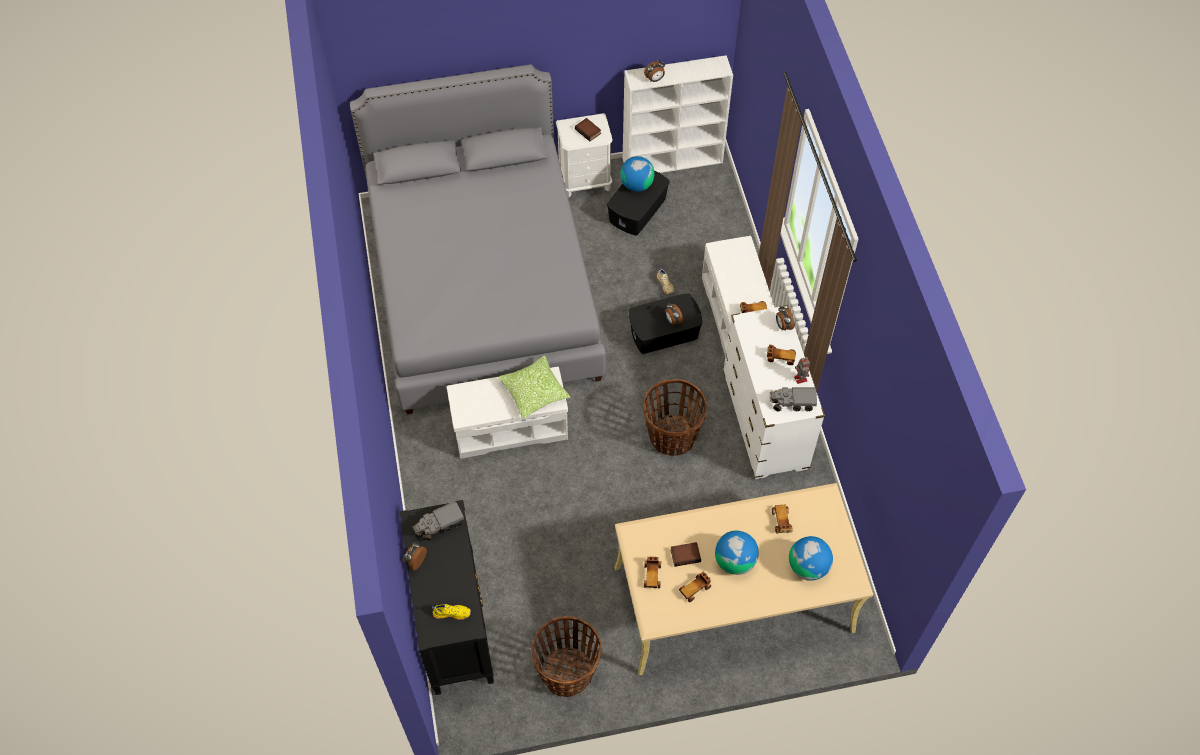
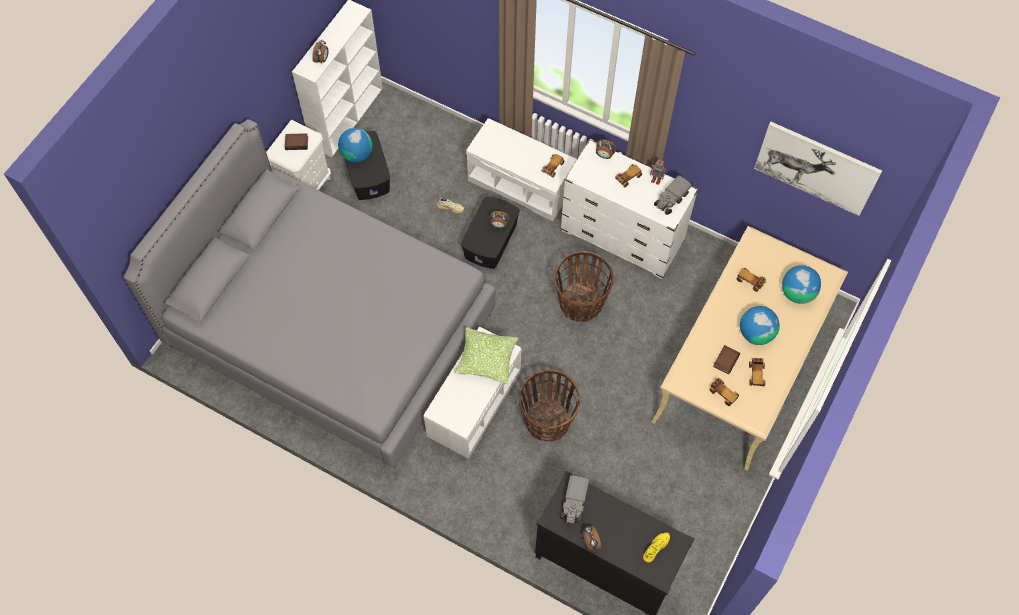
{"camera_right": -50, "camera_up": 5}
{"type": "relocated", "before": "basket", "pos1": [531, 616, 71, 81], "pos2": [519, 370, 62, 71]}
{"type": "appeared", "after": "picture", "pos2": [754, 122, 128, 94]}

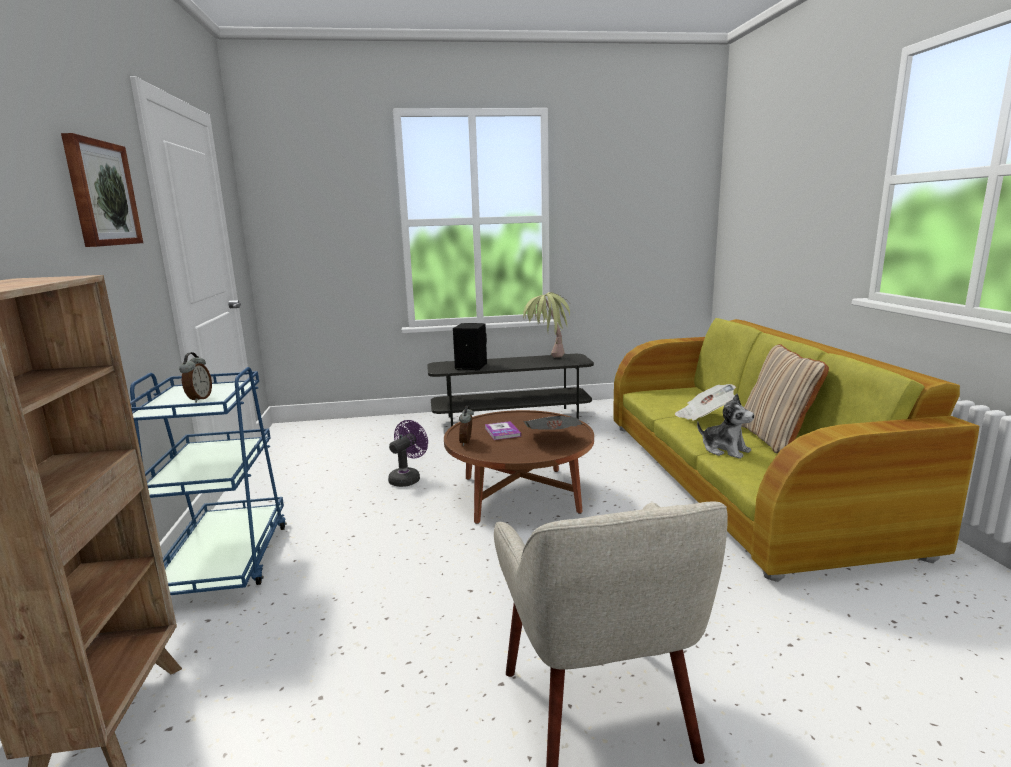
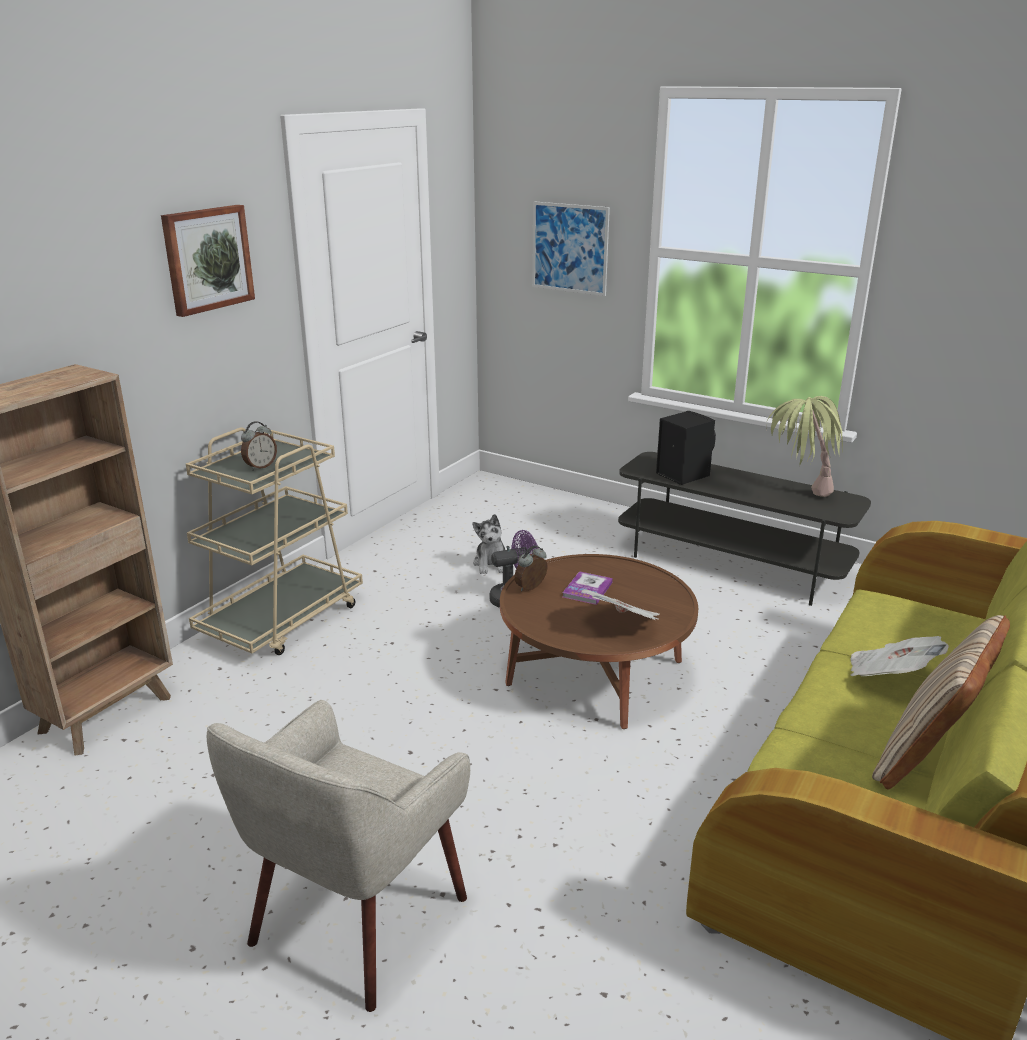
{"camera_right": 40, "camera_up": 10}
{"type": "colour", "before": "blue-coloured wheeled cart", "after": "beige wheeled cart", "pos1": [130, 367, 157, 228], "pos2": [186, 427, 177, 228]}
{"type": "relocated", "before": "cuddly toy", "pos1": [697, 394, 58, 65], "pos2": [472, 514, 33, 60]}
{"type": "appeared", "after": "picture", "pos2": [532, 201, 78, 95]}

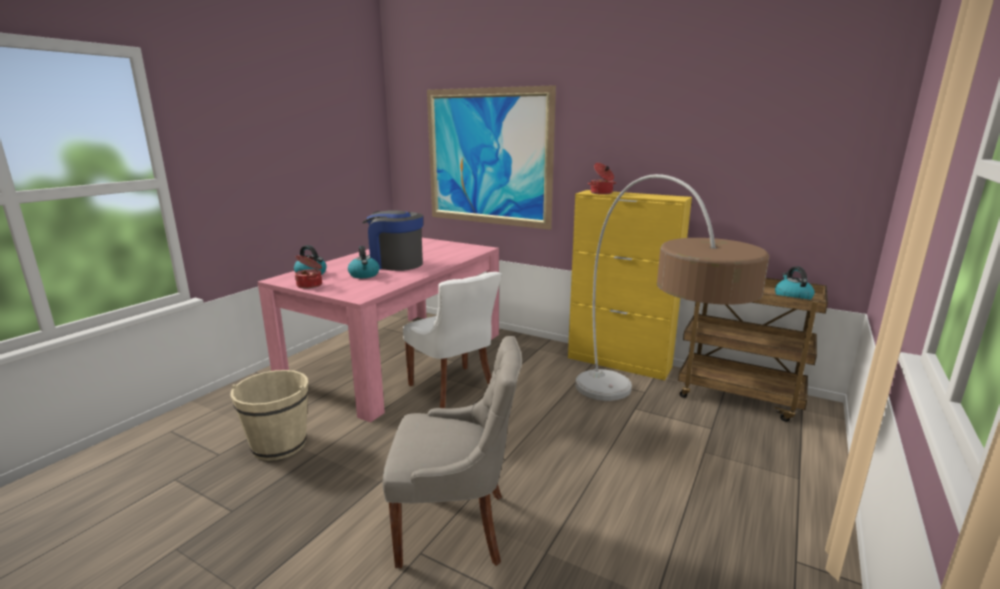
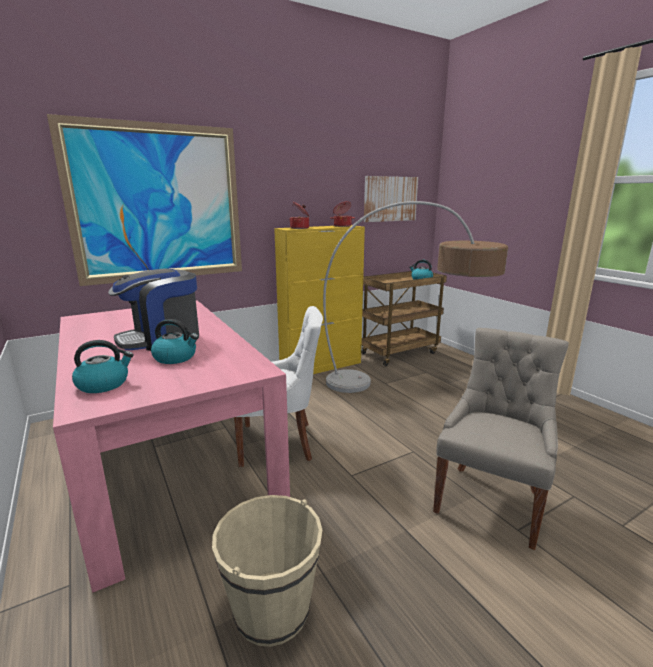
{"camera_right": -60, "camera_up": 0}
{"type": "relocated", "before": "cooking pot", "pos1": [295, 255, 27, 34], "pos2": [330, 201, 25, 26]}
{"type": "appeared", "after": "picture", "pos2": [364, 176, 54, 46]}

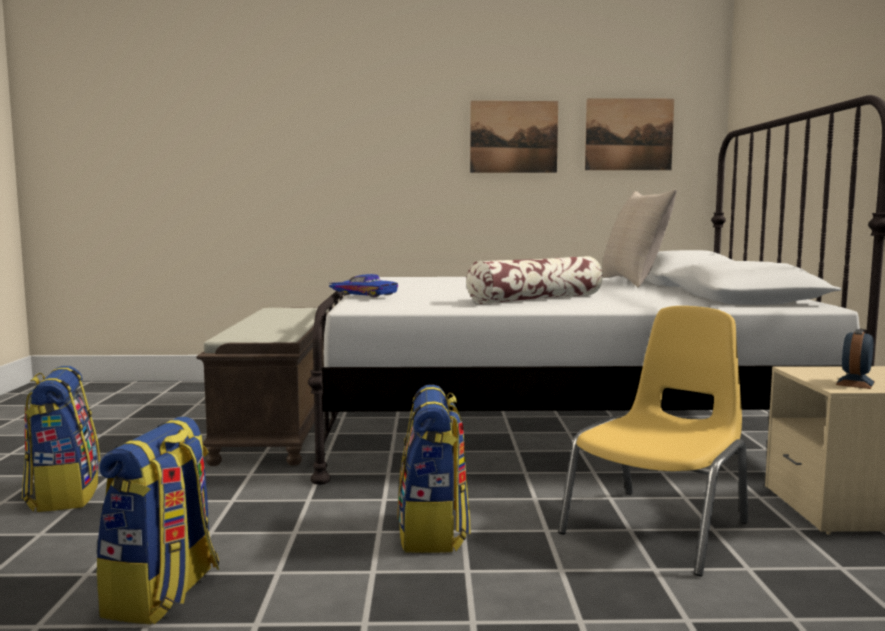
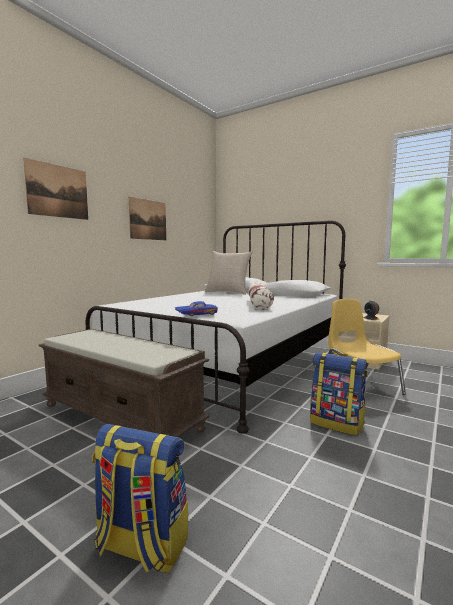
{"camera_right": -55, "camera_up": 0}
{"type": "relocated", "before": "picture", "pos1": [585, 98, 89, 72], "pos2": [23, 158, 65, 62]}
{"type": "missing", "before": "backpack", "pos1": [96, 417, 123, 207]}

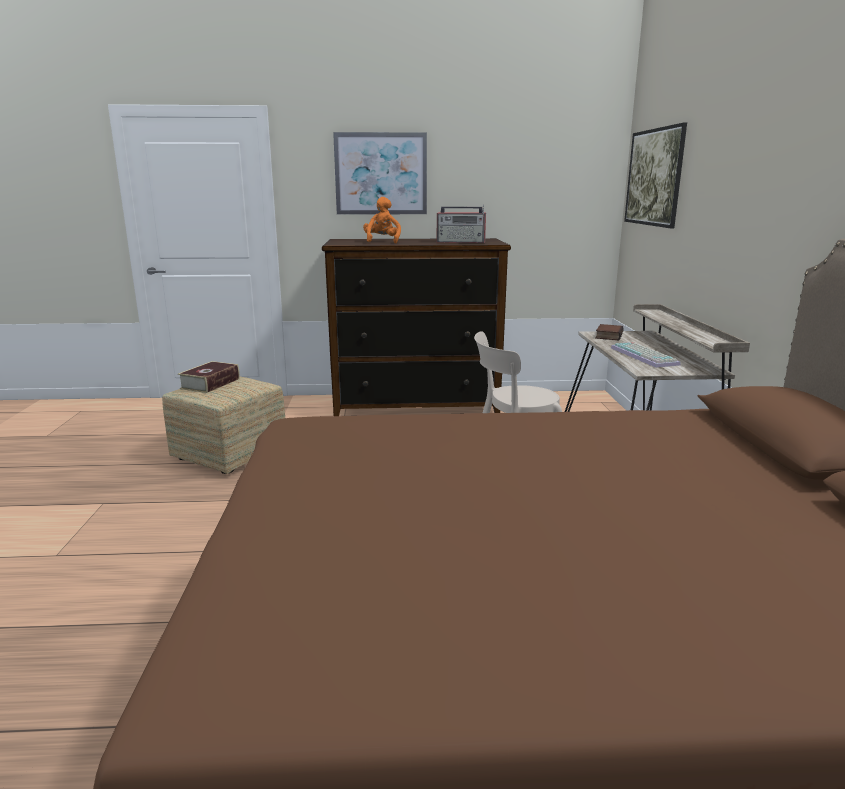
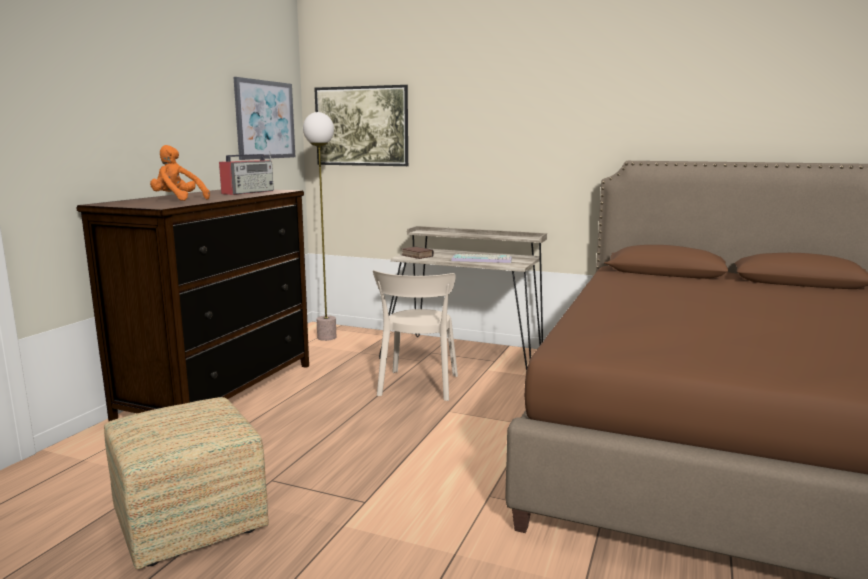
{"camera_right": -65, "camera_up": -5}
{"type": "relocated", "before": "picture", "pos1": [333, 132, 94, 83], "pos2": [233, 77, 62, 83]}
{"type": "appeared", "after": "standing lamp", "pos2": [303, 112, 33, 229]}
{"type": "missing", "before": "book", "pos1": [178, 361, 62, 32]}

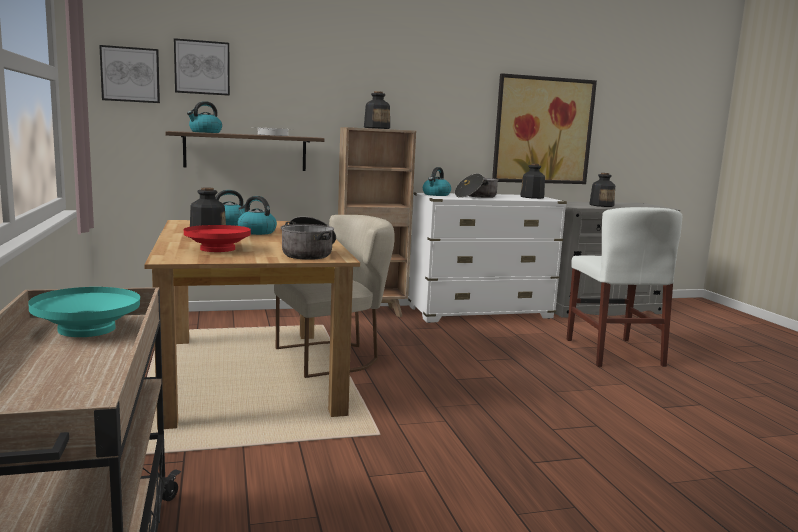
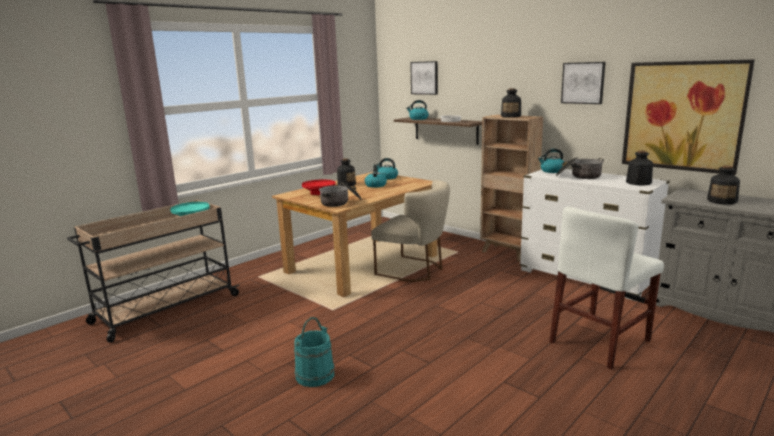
{"camera_right": 60, "camera_up": 5}
{"type": "appeared", "after": "turquoise-coloured water bucket", "pos2": [294, 317, 40, 70]}
{"type": "relocated", "before": "picture", "pos1": [99, 45, 61, 58], "pos2": [561, 62, 45, 42]}

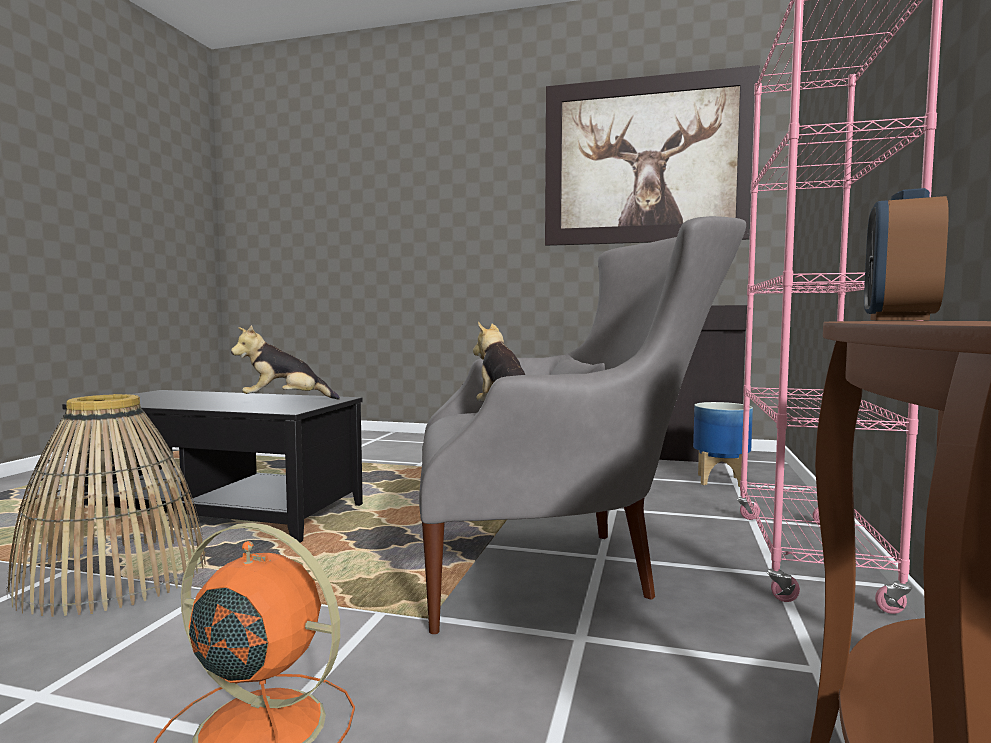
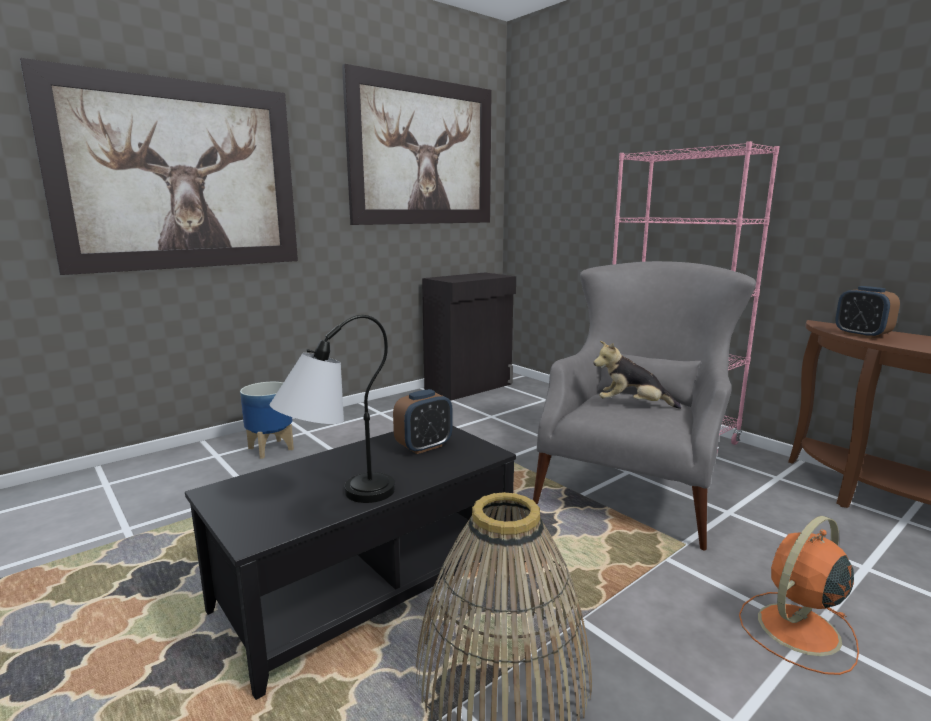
{"camera_right": -55, "camera_up": 10}
{"type": "appeared", "after": "picture", "pos2": [20, 58, 278, 217]}
{"type": "relocated", "before": "plant pot", "pos1": [693, 402, 60, 85], "pos2": [240, 382, 54, 77]}
{"type": "appeared", "after": "lamp for a table", "pos2": [270, 315, 125, 188]}
{"type": "exchanged", "before": "cuddly toy", "after": "bedside clock", "pos1": [231, 325, 109, 75], "pos2": [393, 389, 60, 65]}

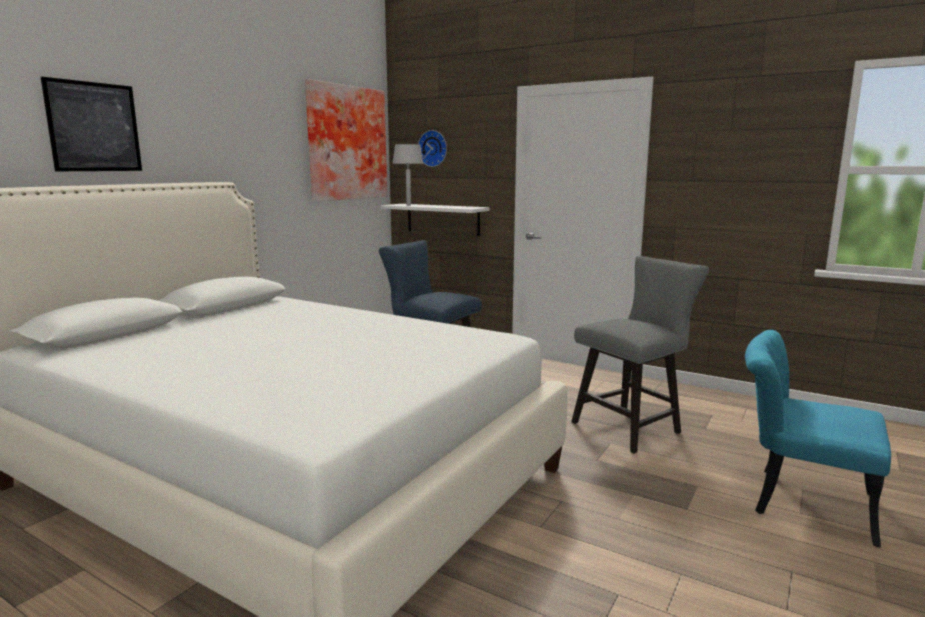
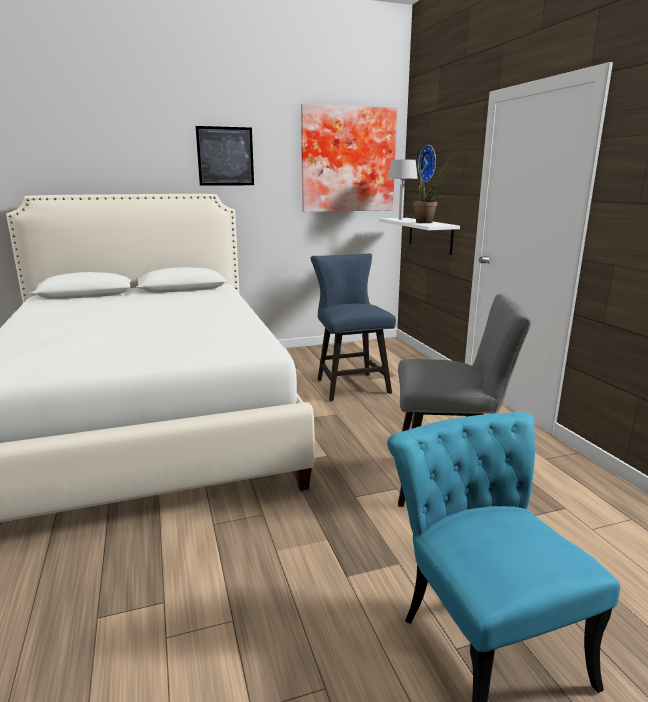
{"camera_right": 40, "camera_up": 5}
{"type": "relocated", "before": "picture", "pos1": [41, 77, 101, 94], "pos2": [196, 126, 58, 60]}
{"type": "appeared", "after": "plant in a pot", "pos2": [414, 158, 36, 65]}

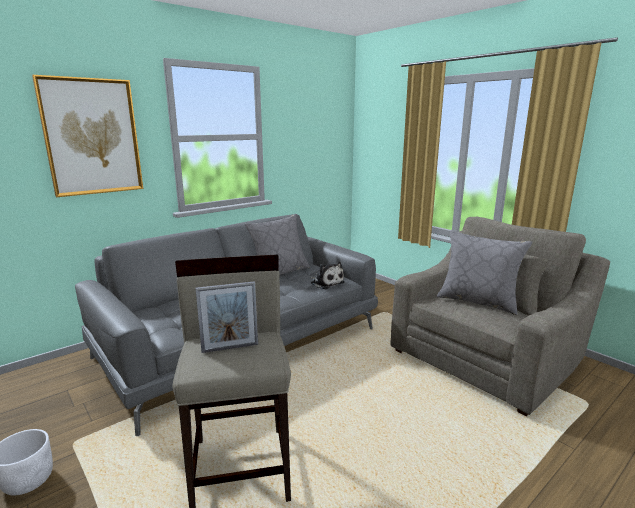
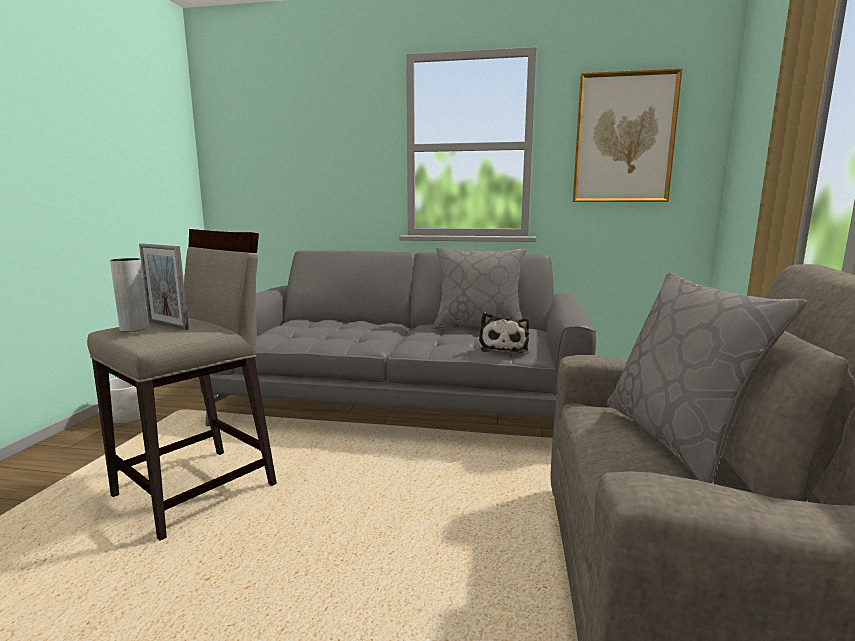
{"camera_right": 50, "camera_up": -5}
{"type": "appeared", "after": "greyish flower vase", "pos2": [110, 258, 39, 74]}
{"type": "relocated", "before": "picture", "pos1": [32, 75, 111, 122], "pos2": [573, 69, 109, 133]}

